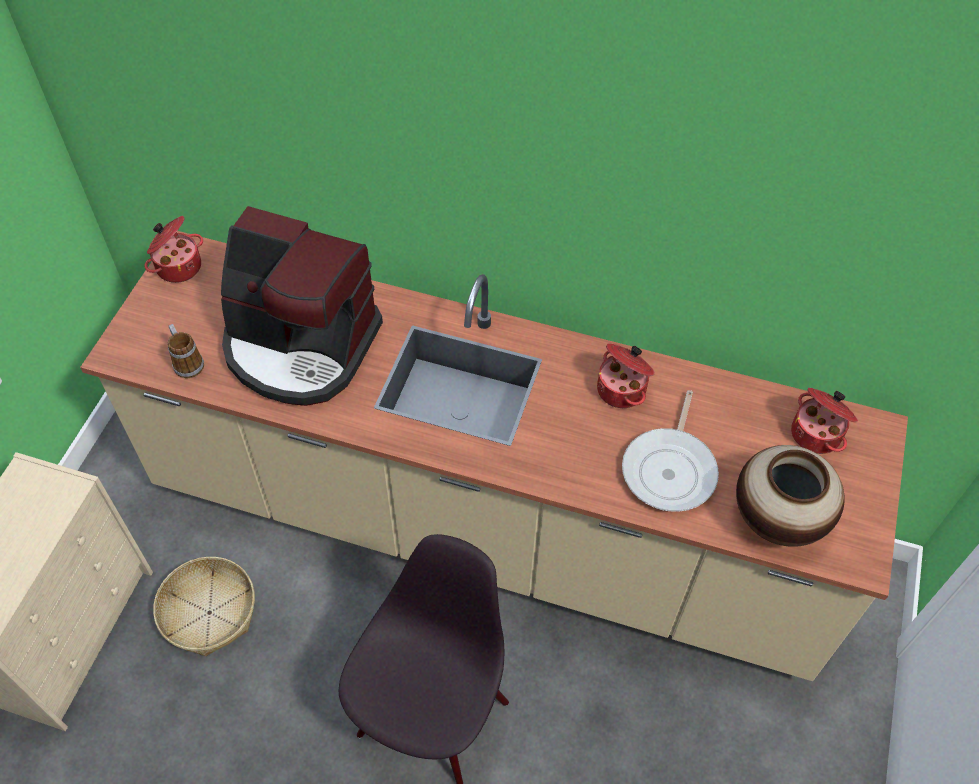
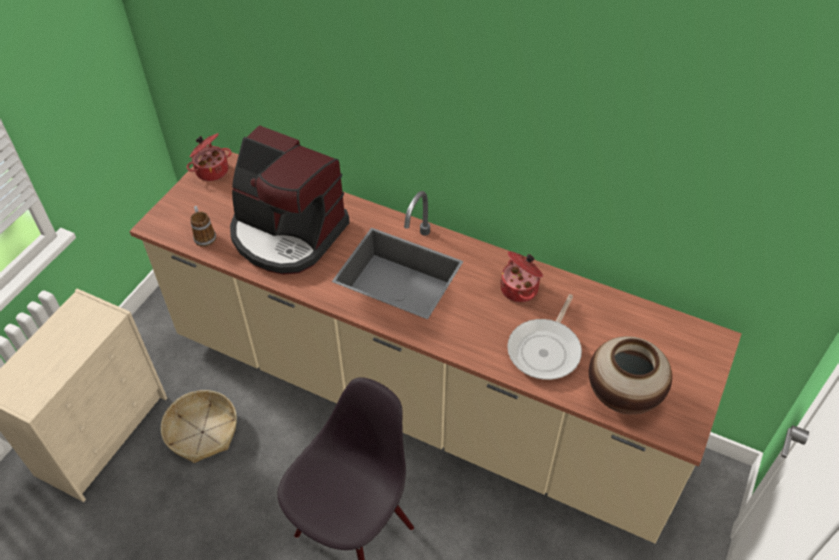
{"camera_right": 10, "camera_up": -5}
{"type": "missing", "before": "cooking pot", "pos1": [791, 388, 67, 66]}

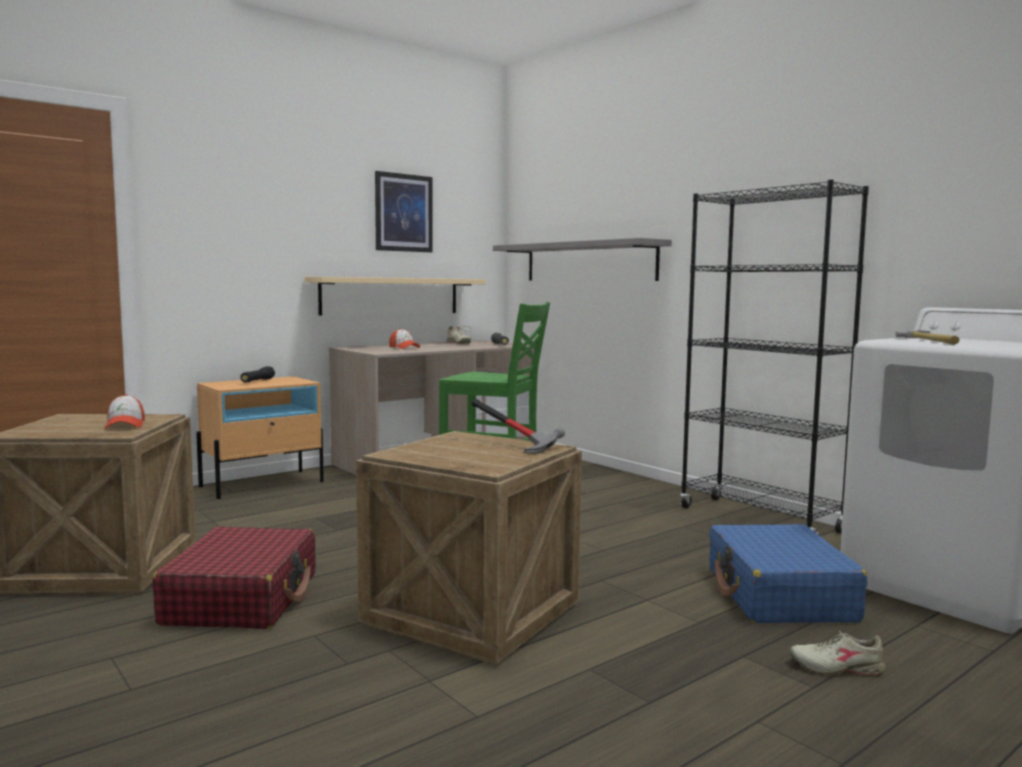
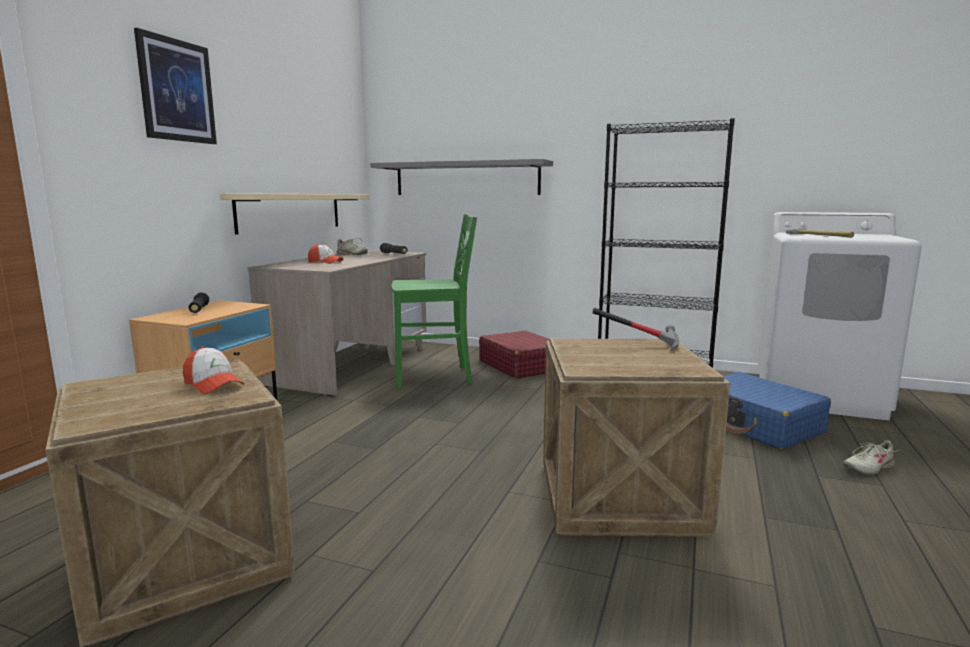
{"camera_right": -30, "camera_up": 5}
{"type": "relocated", "before": "picture", "pos1": [375, 171, 58, 81], "pos2": [134, 28, 83, 116]}
{"type": "relocated", "before": "red-coloured travel case", "pos1": [152, 527, 164, 102], "pos2": [479, 331, 71, 48]}

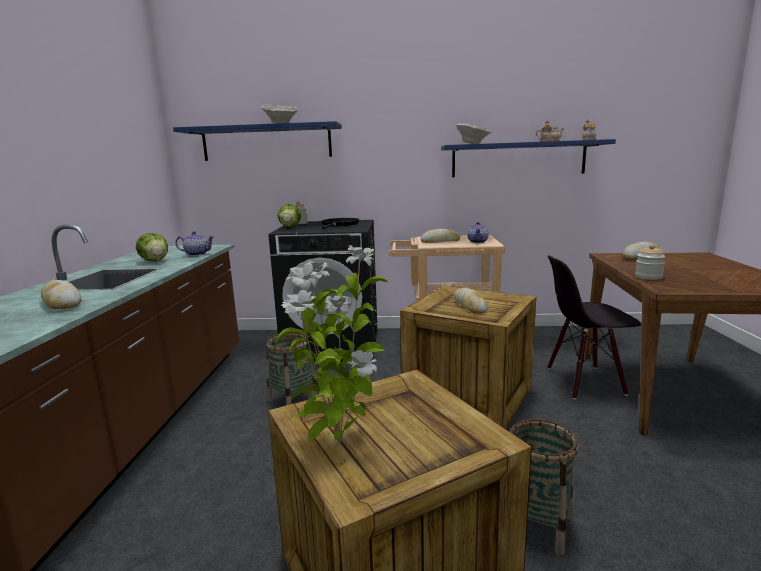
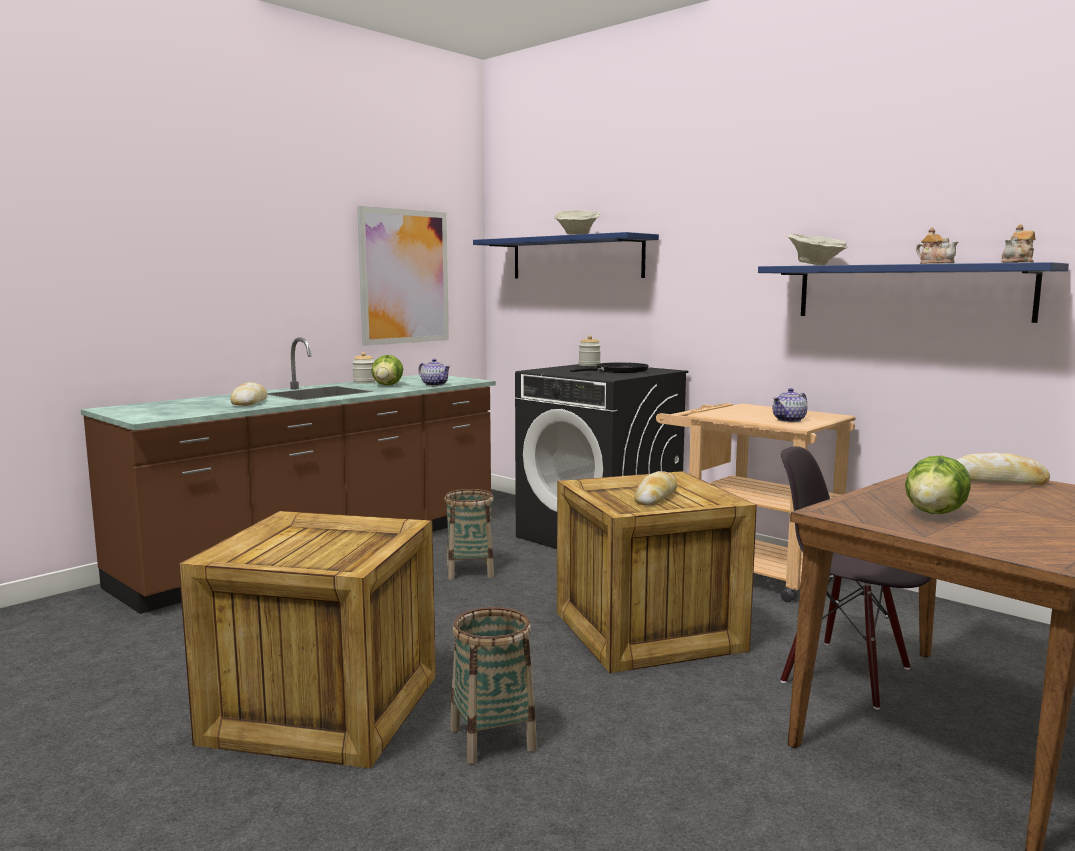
{"camera_right": 40, "camera_up": -5}
{"type": "relocated", "before": "preserve jar", "pos1": [635, 245, 30, 35], "pos2": [352, 352, 23, 31]}
{"type": "appeared", "after": "picture", "pos2": [357, 206, 92, 140]}
{"type": "relocated", "before": "lettuce head", "pos1": [278, 204, 23, 23], "pos2": [905, 456, 66, 58]}
{"type": "missing", "before": "plant in a pot", "pos1": [276, 245, 112, 200]}
{"type": "missing", "before": "baked bread", "pos1": [421, 229, 39, 14]}

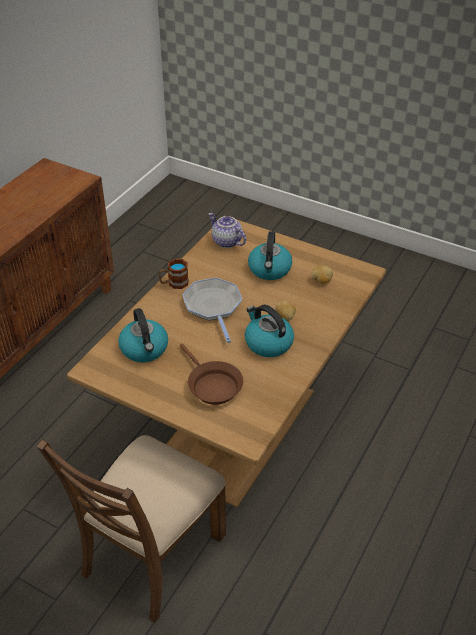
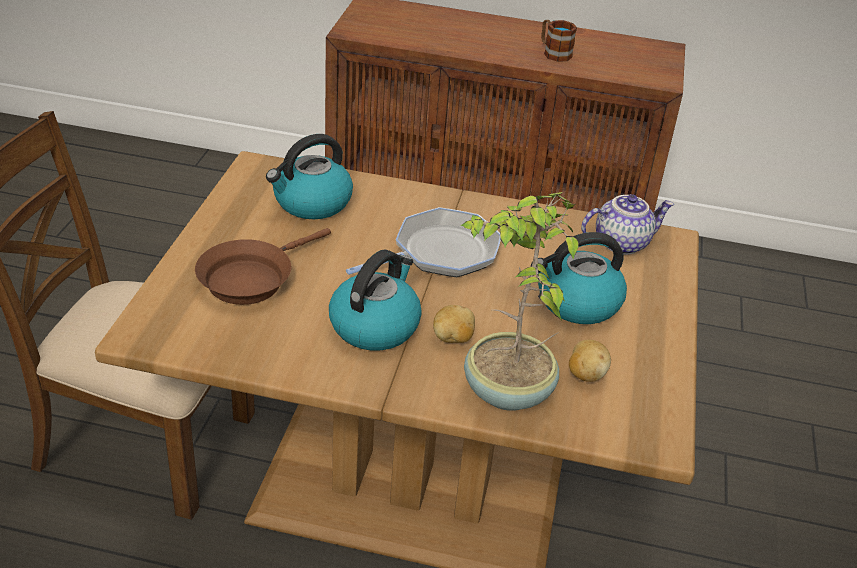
{"camera_right": 70, "camera_up": -5}
{"type": "appeared", "after": "plant in a pot", "pos2": [460, 192, 119, 219]}
{"type": "relocated", "before": "tea mug", "pos1": [159, 259, 30, 30], "pos2": [541, 20, 36, 42]}
{"type": "spun", "before": "tea pot", "pos1": [209, 213, 37, 35], "pos2": [581, 194, 93, 61], "turn": 45}

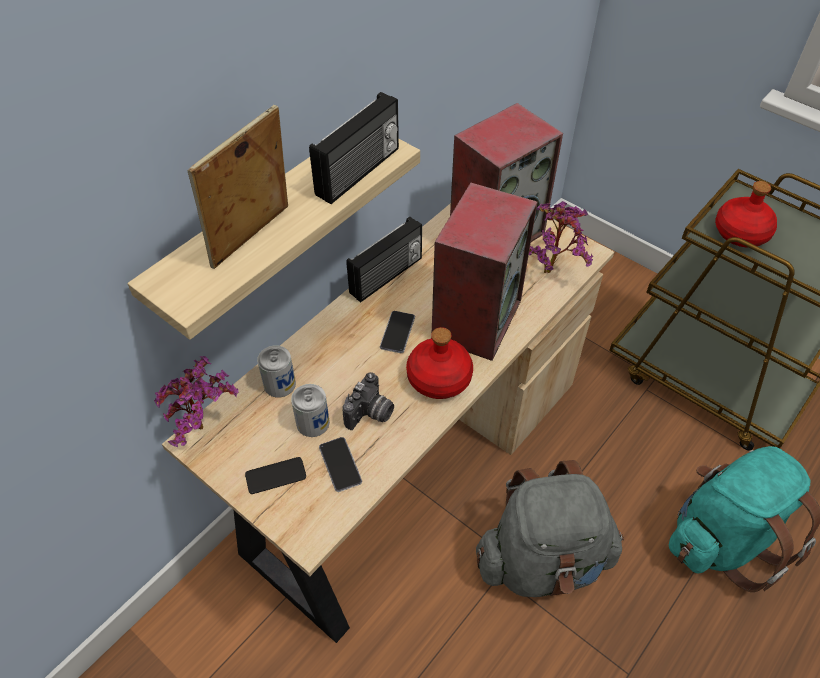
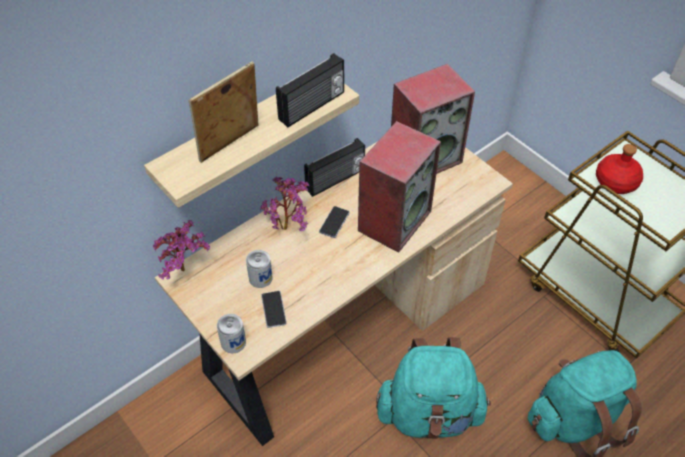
{"camera_right": 10, "camera_up": 0}
{"type": "relocated", "before": "can", "pos1": [257, 346, 39, 52], "pos2": [217, 314, 29, 39]}
{"type": "relocated", "before": "plant in a pot", "pos1": [529, 201, 64, 72], "pos2": [260, 177, 49, 54]}
{"type": "colour", "before": "greyish backpack", "after": "turquoise-coloured backpack", "pos1": [476, 460, 148, 137], "pos2": [376, 337, 115, 102]}
{"type": "missing", "before": "telephone", "pos1": [245, 457, 61, 37]}
{"type": "missing", "before": "still camera", "pos1": [342, 372, 52, 58]}
{"type": "missing", "before": "red-coloured beverage bottle", "pos1": [406, 327, 67, 72]}

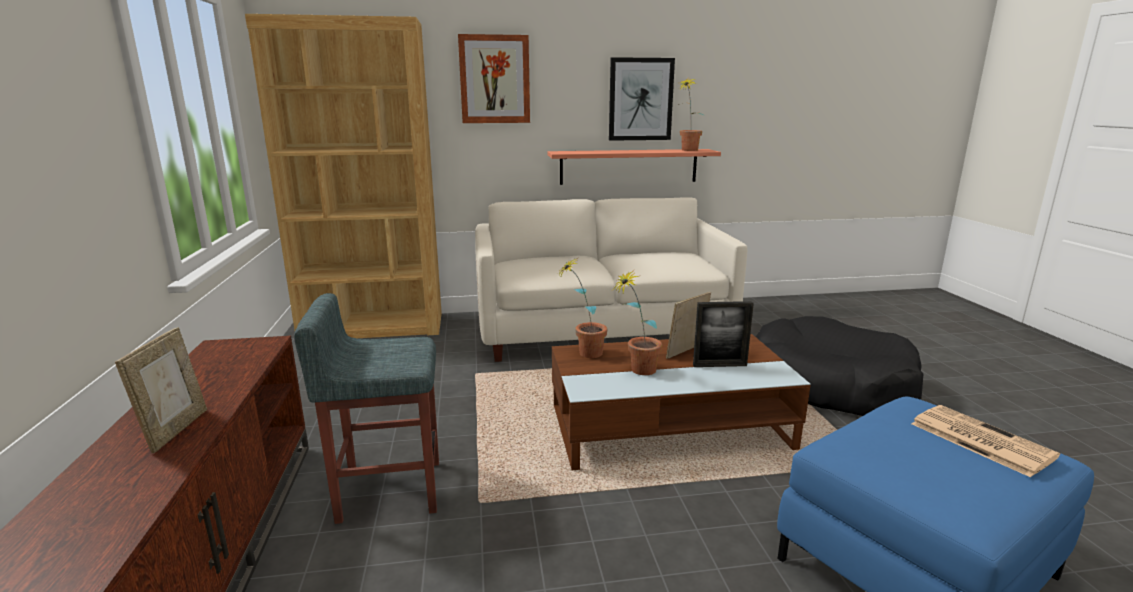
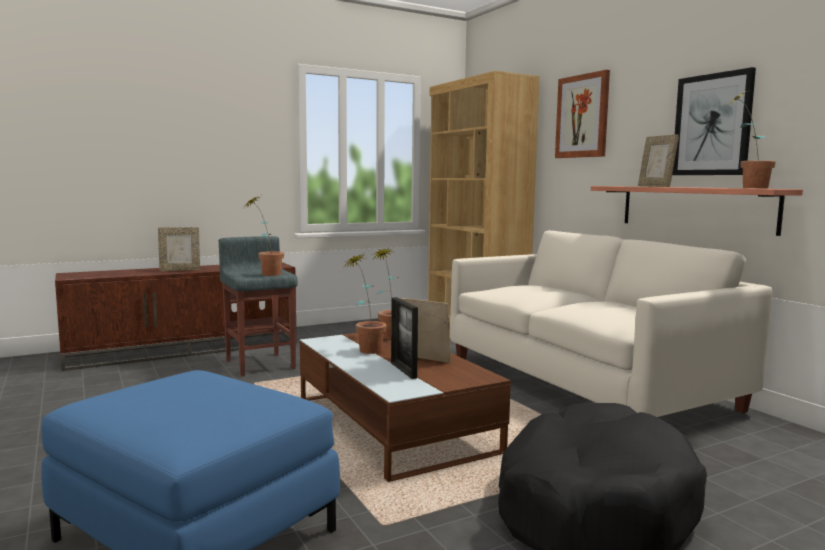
{"camera_right": 70, "camera_up": -10}
{"type": "appeared", "after": "plant in a pot", "pos2": [245, 197, 39, 79]}
{"type": "appeared", "after": "standing frame", "pos2": [638, 134, 41, 53]}
{"type": "missing", "before": "newspaper", "pos1": [911, 405, 149, 72]}

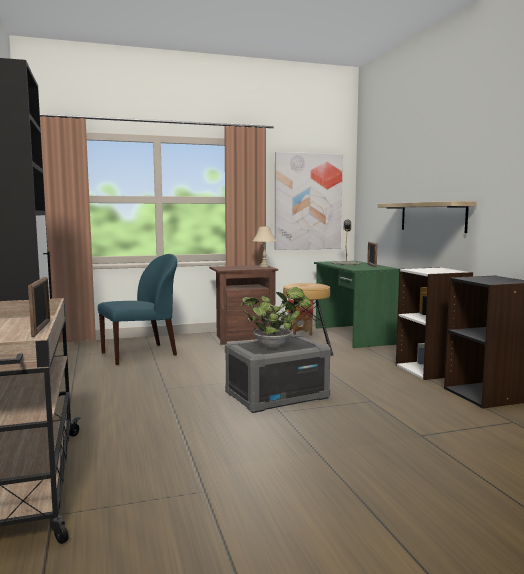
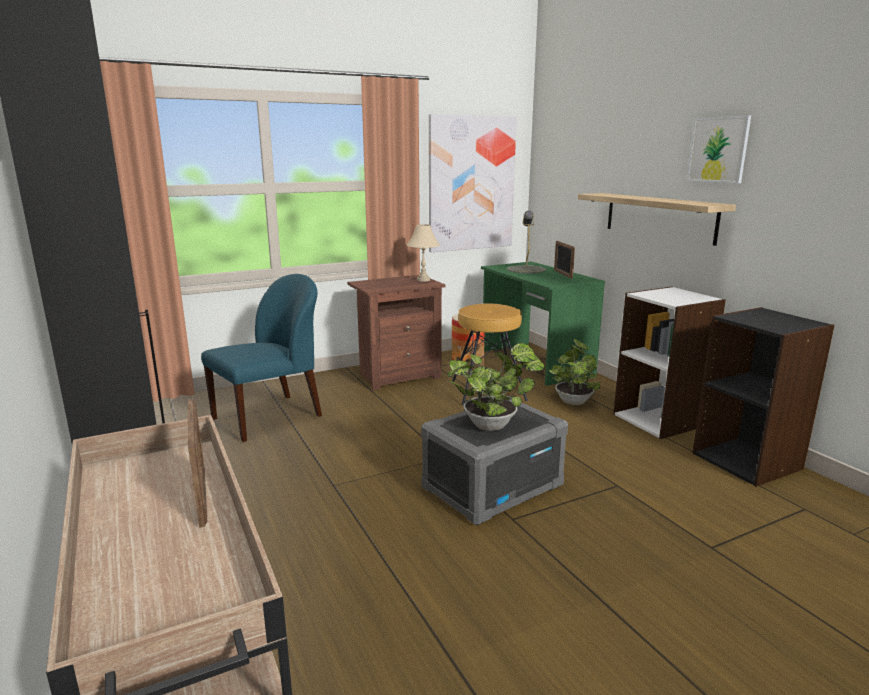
{"camera_right": -10, "camera_up": 10}
{"type": "appeared", "after": "plant in a pot", "pos2": [549, 339, 51, 66]}
{"type": "appeared", "after": "picture", "pos2": [687, 115, 64, 68]}

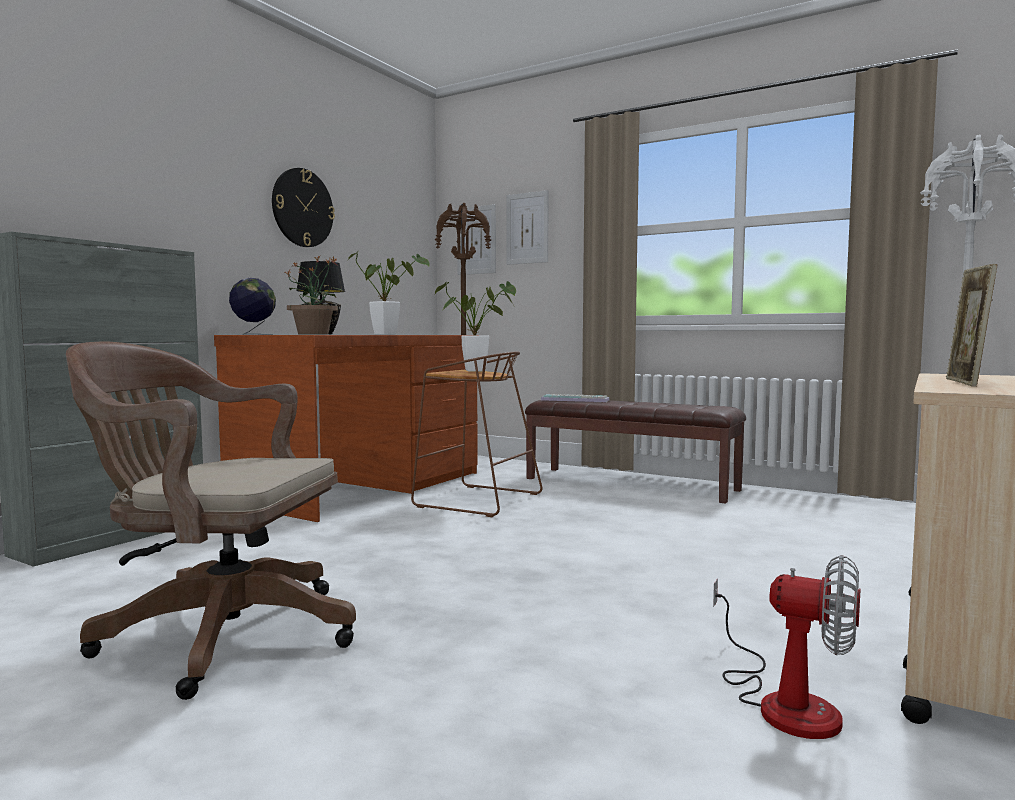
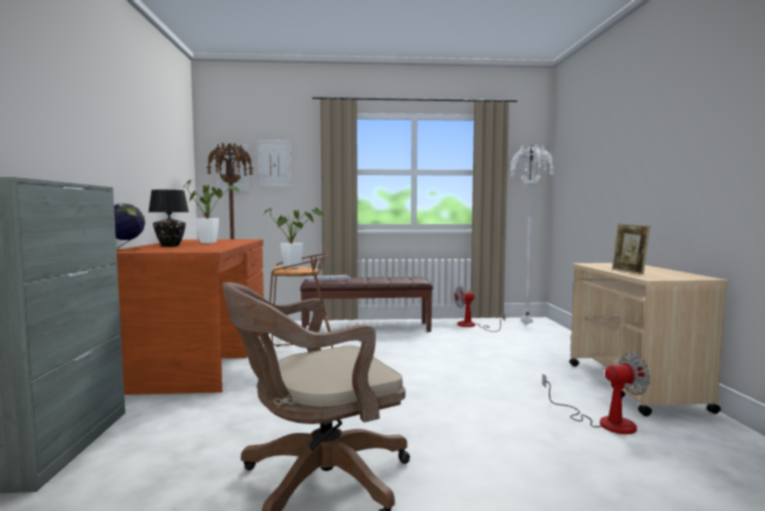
{"camera_right": -35, "camera_up": 0}
{"type": "appeared", "after": "fan", "pos2": [454, 286, 51, 46]}
{"type": "missing", "before": "clock on the wall", "pos1": [272, 168, 63, 79]}
{"type": "missing", "before": "plant in a pot", "pos1": [285, 256, 59, 79]}

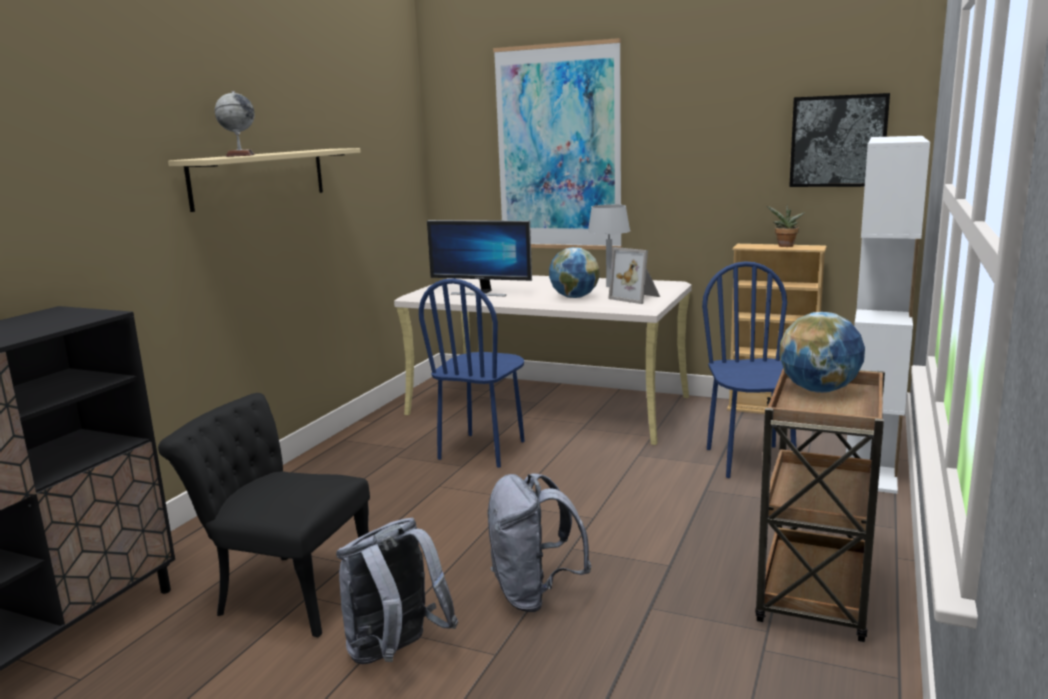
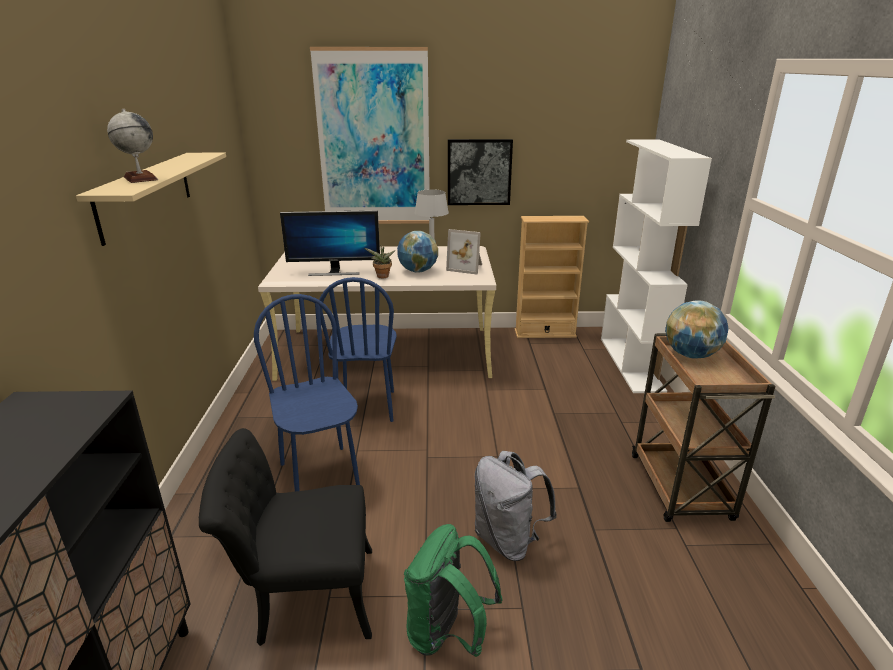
{"camera_right": -25, "camera_up": 10}
{"type": "relocated", "before": "blue-coloured chair", "pos1": [702, 261, 94, 217], "pos2": [254, 294, 106, 198]}
{"type": "relocated", "before": "plant in a pot", "pos1": [767, 205, 38, 42], "pos2": [365, 246, 31, 32]}
{"type": "colour", "before": "greyish backpack", "after": "green backpack", "pos1": [336, 518, 122, 146], "pos2": [404, 524, 99, 133]}
{"type": "relocated", "before": "picture", "pos1": [789, 93, 101, 94], "pos2": [448, 139, 65, 66]}

